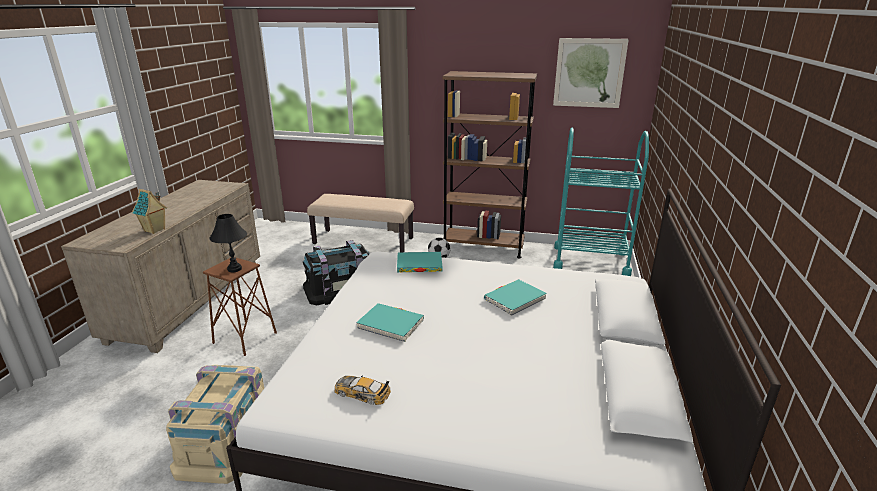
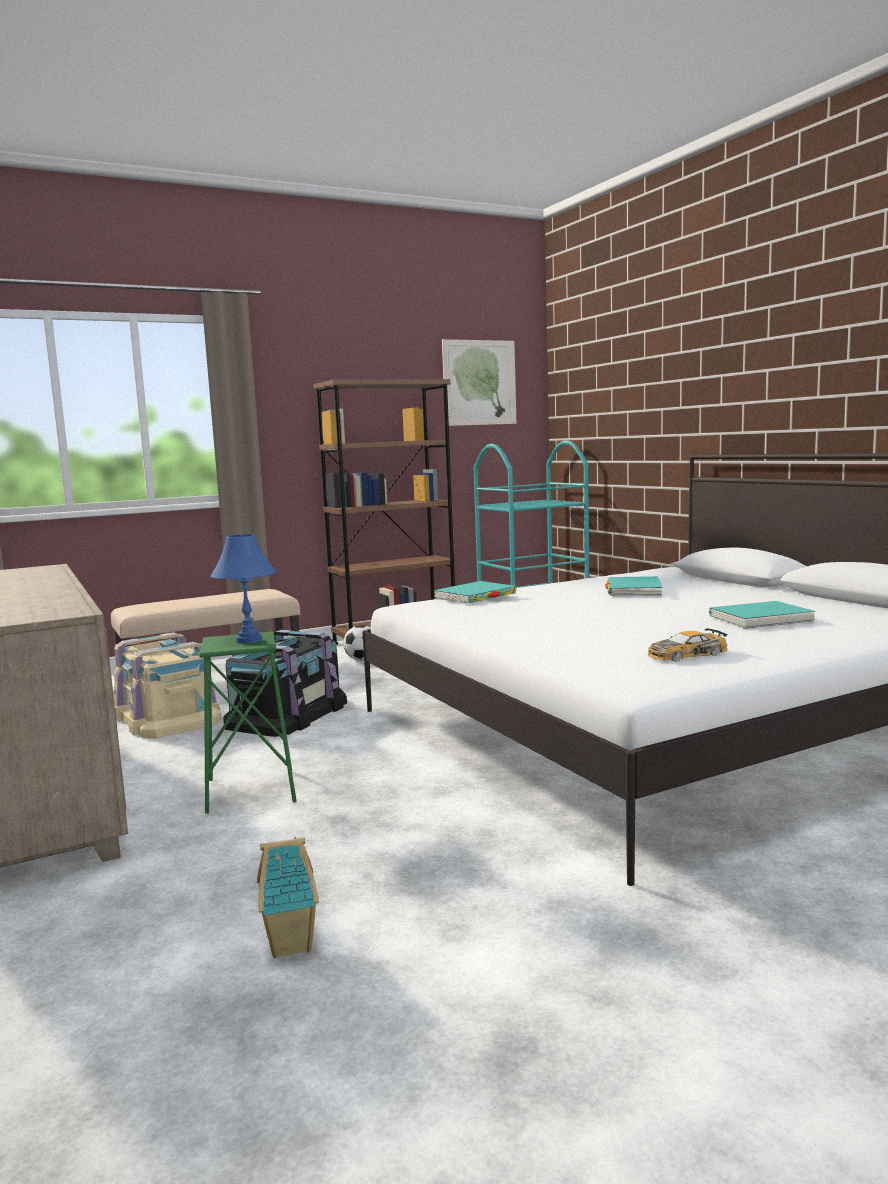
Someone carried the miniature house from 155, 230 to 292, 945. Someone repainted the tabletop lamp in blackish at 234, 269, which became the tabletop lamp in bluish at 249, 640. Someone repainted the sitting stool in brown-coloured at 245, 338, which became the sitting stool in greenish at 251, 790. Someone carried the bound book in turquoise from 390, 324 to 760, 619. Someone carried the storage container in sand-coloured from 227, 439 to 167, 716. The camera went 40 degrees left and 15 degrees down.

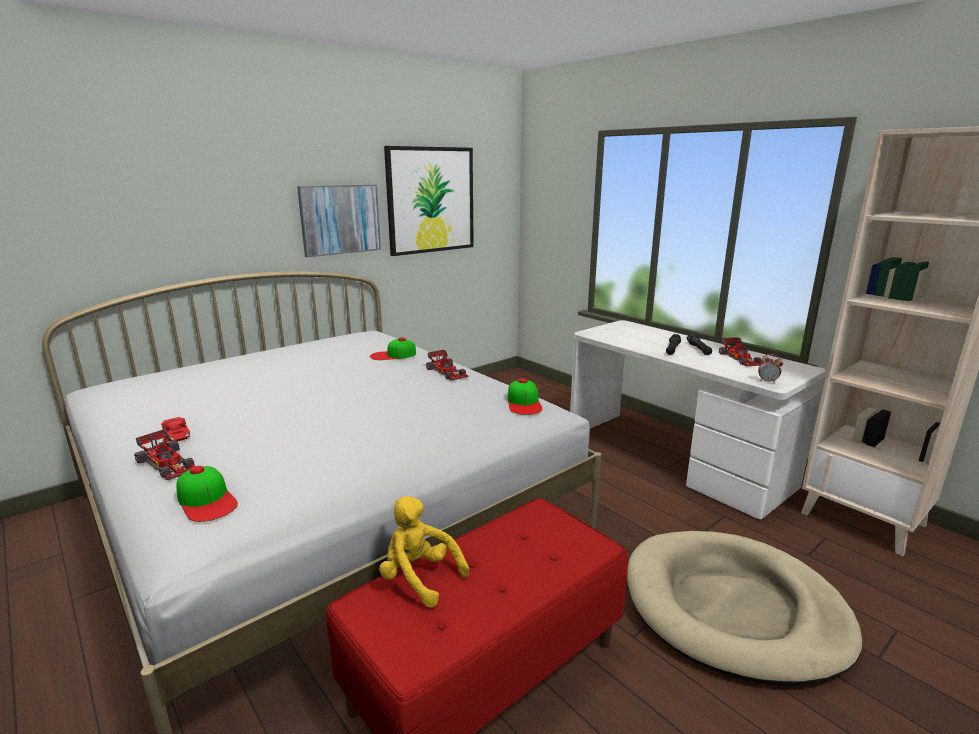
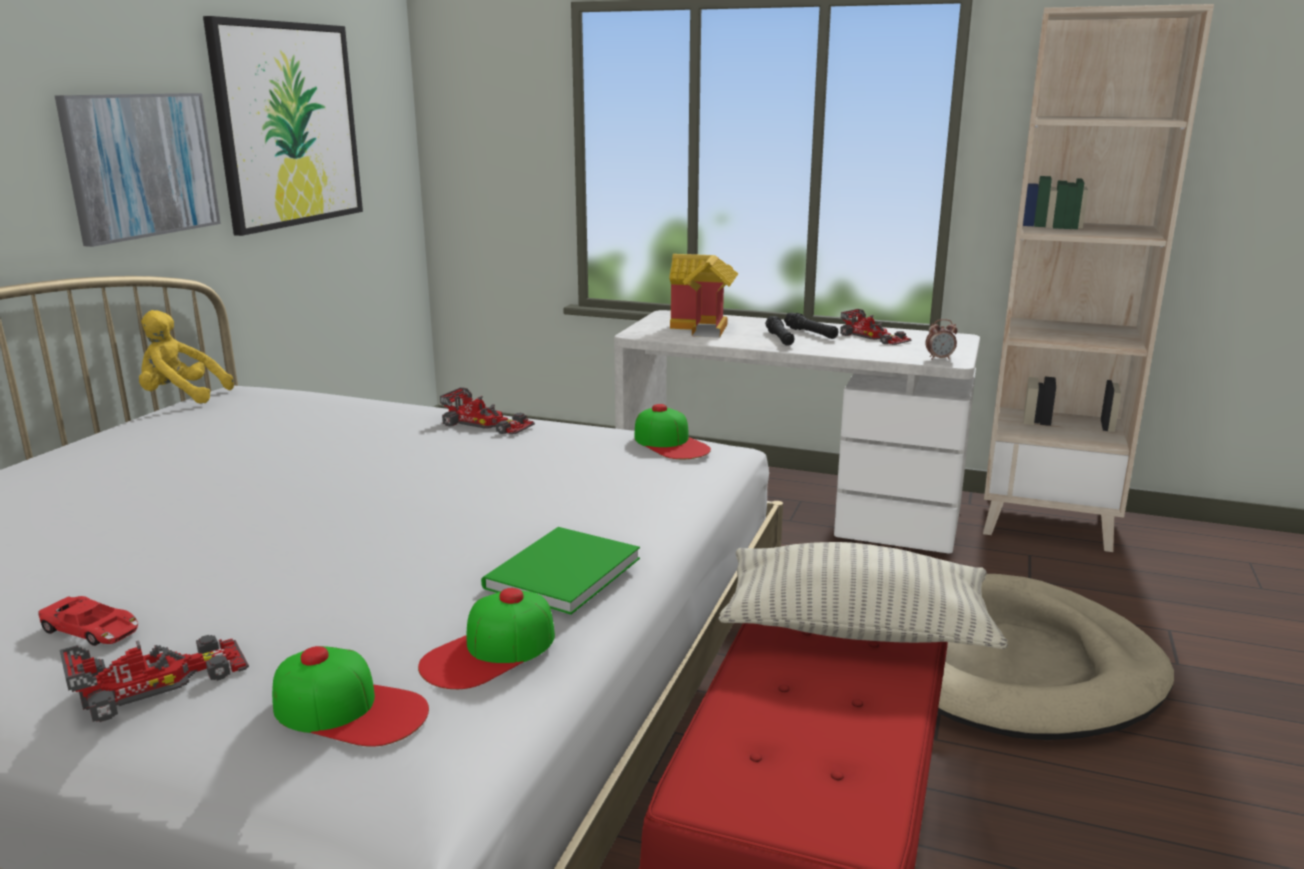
Someone carried the baseball cap from 393, 355 to 490, 651. Someone rotated the model car at 168, 463 by 45 degrees counterclockwise. Someone carried the cuddly toy in yellow-coloured from 419, 578 to 181, 397. Someone put down the miniature house at 705, 329. Someone put down the bound book in greenish at 557, 574. Someone put down the throw pillow at 856, 629. The camera went 30 degrees left and 0 degrees up.

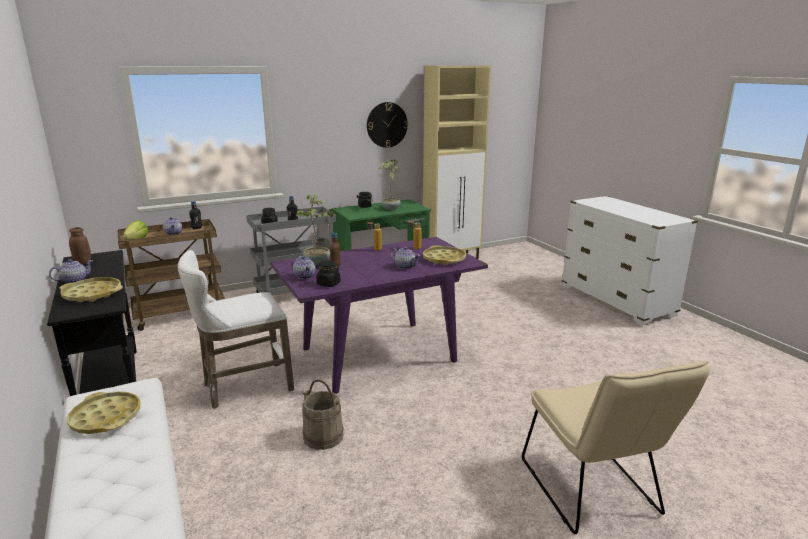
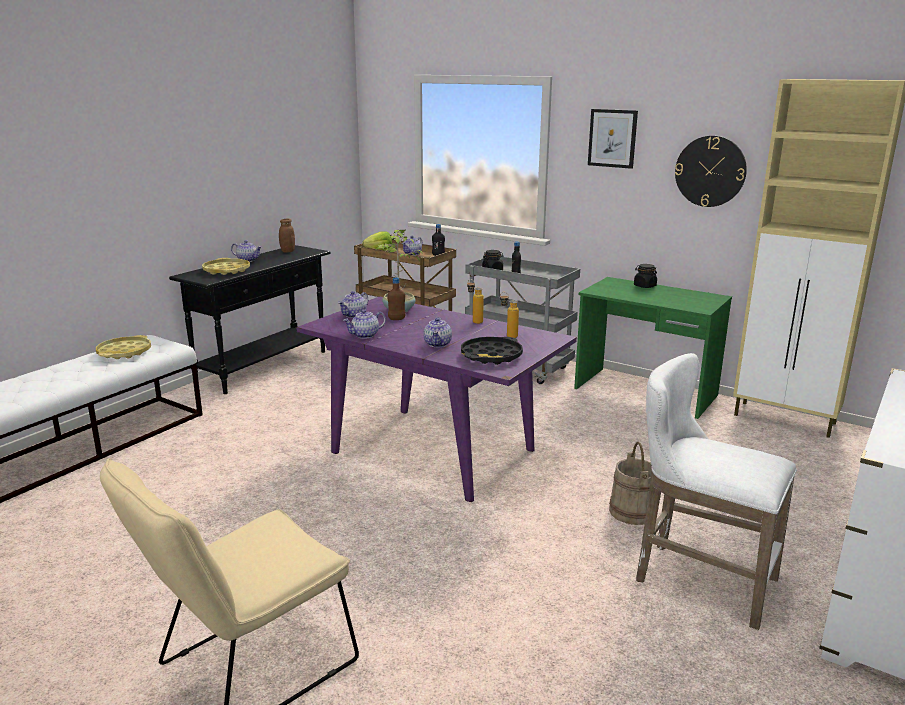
Someone took away the potted plant at 390, 208. Someone repainted the serving tray in yellow-coloured at 444, 259, which became the serving tray in blackish at 491, 356. Someone carried the sitting stool in whitish from 243, 387 to 697, 579. Someone took away the storage jar in blackish at 328, 284. Someone carried the pail in sand-coloured from 323, 436 to 632, 511. Someone put up the wall picture at 612, 138. Someone put down the pot for tea at 365, 335. The camera went 60 degrees right and 0 degrees up.

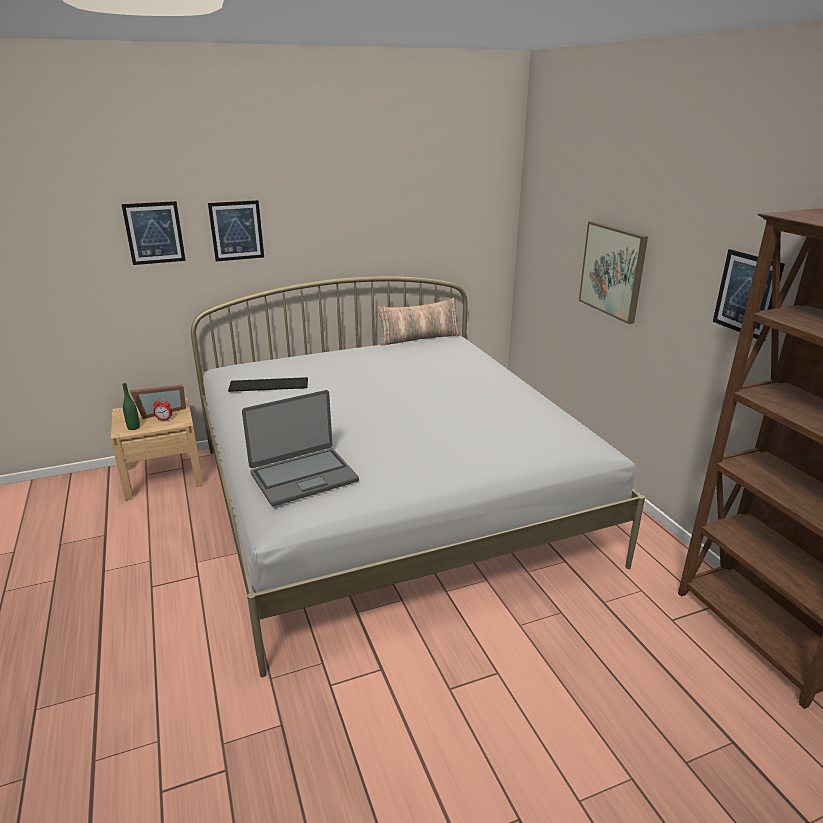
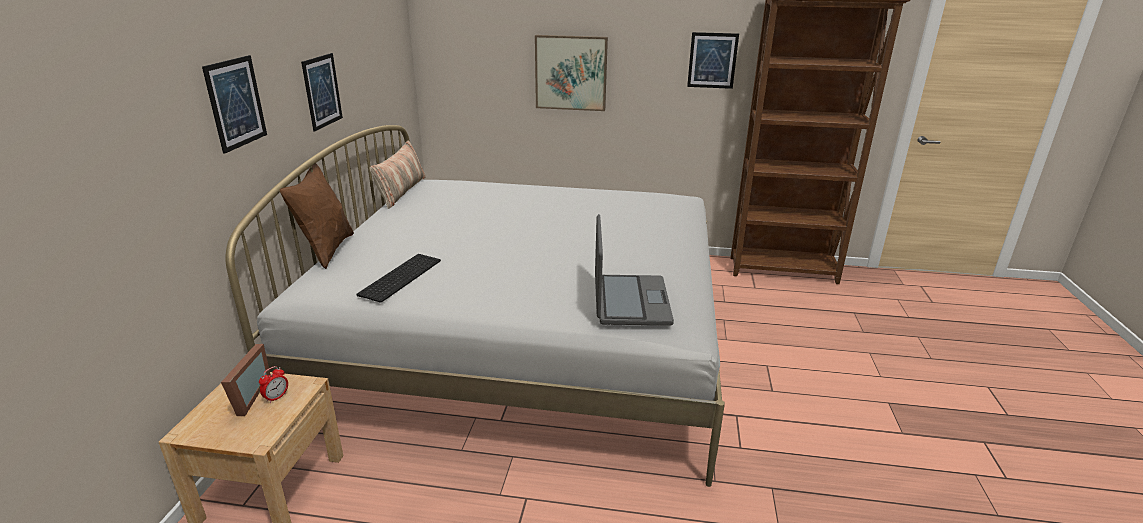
Someone carried the wall picture from 154, 233 to 322, 91. Someone took away the drink bottle in greenish at 133, 427. Someone put down the throw pillow in brown-coloured at 326, 250. The camera went 60 degrees left and 0 degrees up.

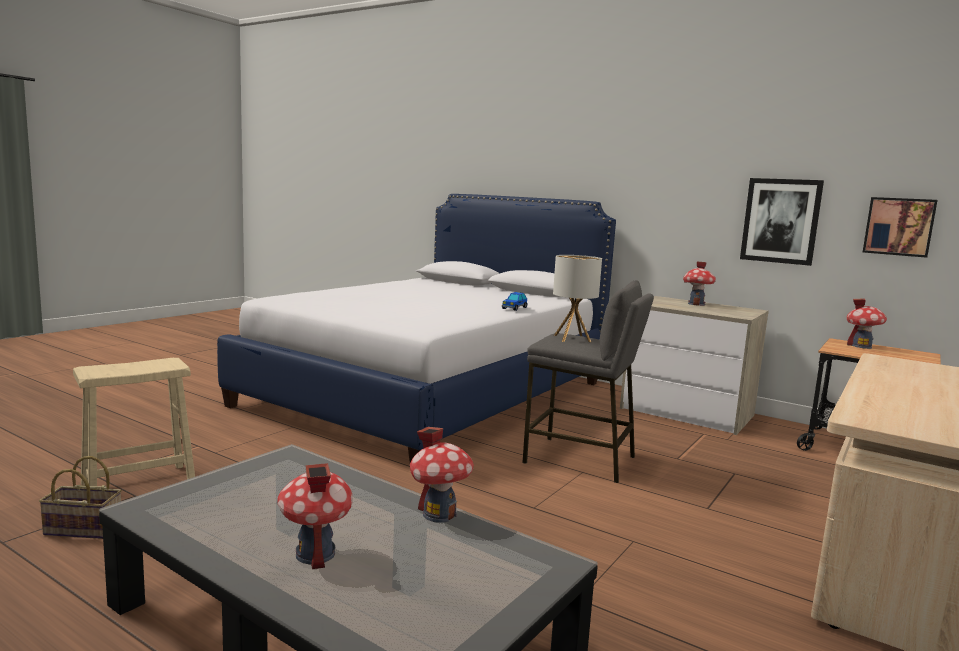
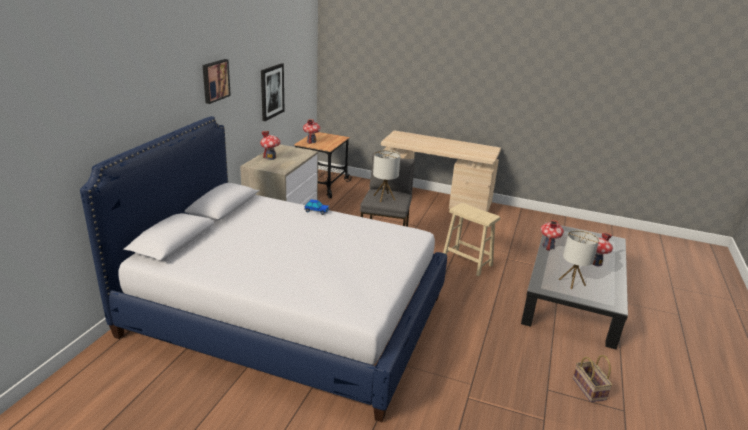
Someone carried the wall picture from 899, 226 to 215, 80. Someone carried the sitting stool in sand-coloured from 138, 484 to 466, 262. Someone put down the tabletop lamp at 572, 282. The camera went 105 degrees left and 15 degrees up.

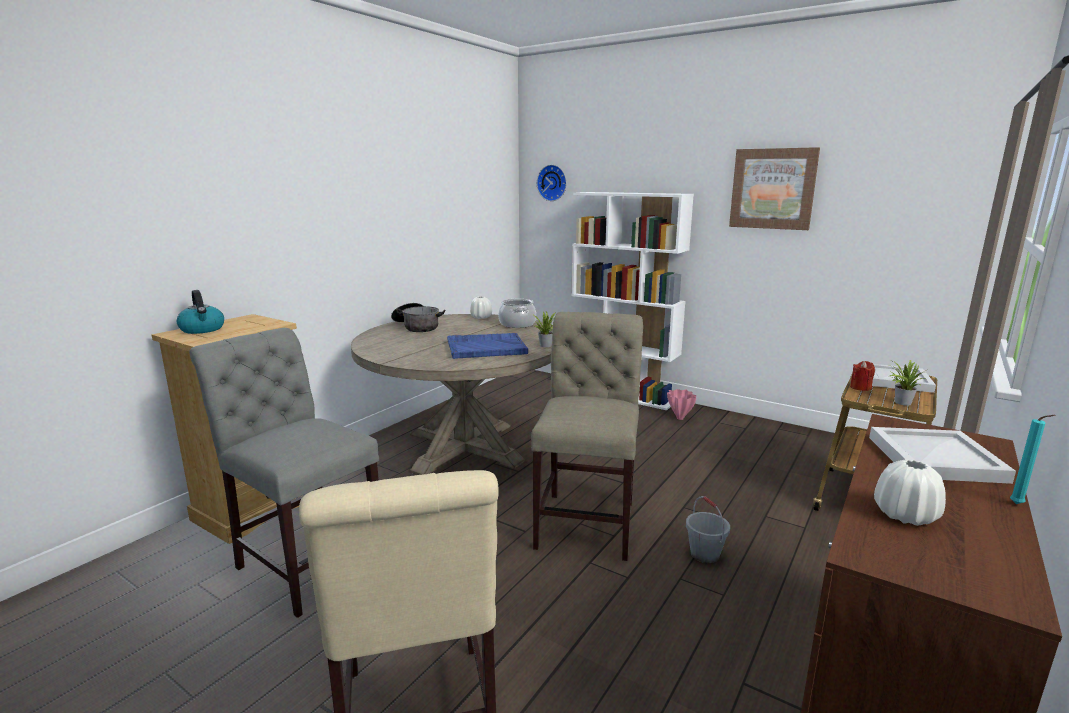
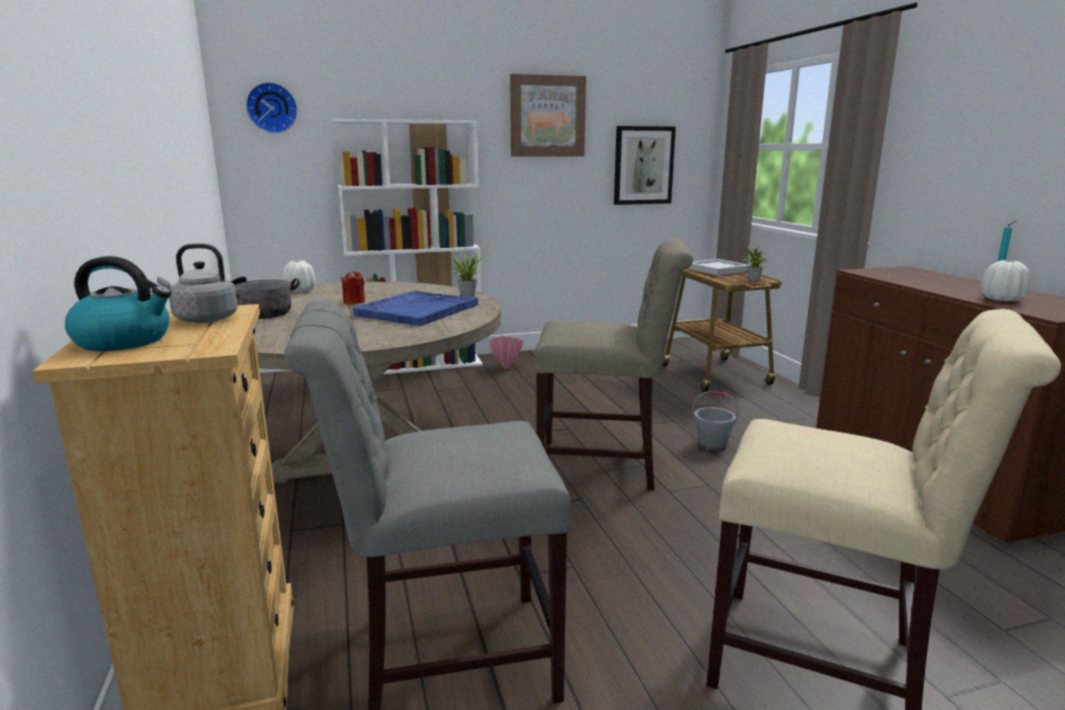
Someone took away the stockpot at 517, 324. Someone rotated the plain chair in sand-coloured at 588, 520 by 135 degrees clockwise. Someone carried the wax light in reddish from 860, 387 to 354, 302. Someone took away the serving tray in whitish at 932, 458. Someone put up the wall picture at 643, 165. Someone put down the water kettle in grey at 203, 319. The camera went 50 degrees left and 0 degrees up.

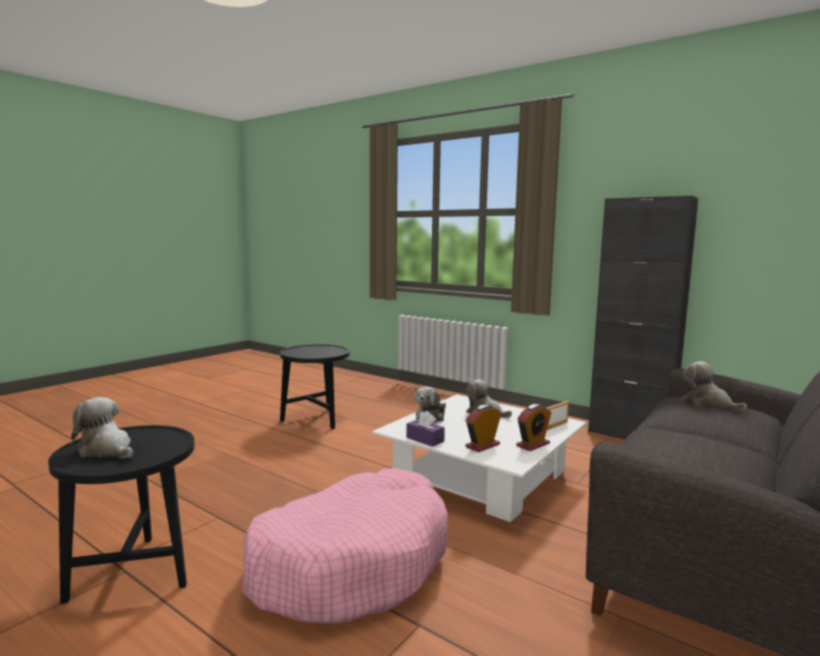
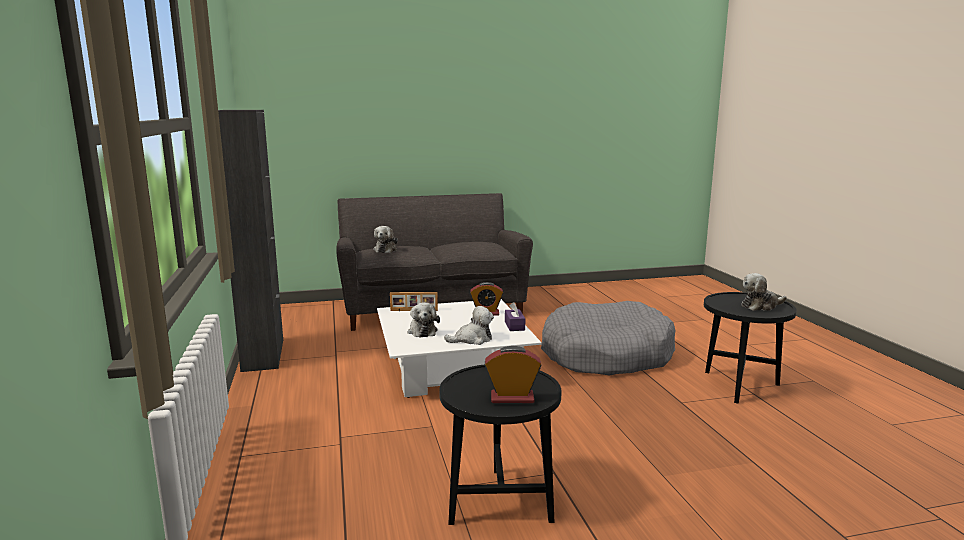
Someone rotated the cuddly toy at 107, 450 by 90 degrees clockwise. Someone carried the bedside clock from 533, 444 to 512, 398. Someone repainted the pet bed in pink at 351, 563, which became the pet bed in grey at 605, 355. The camera went 140 degrees left and 5 degrees up.

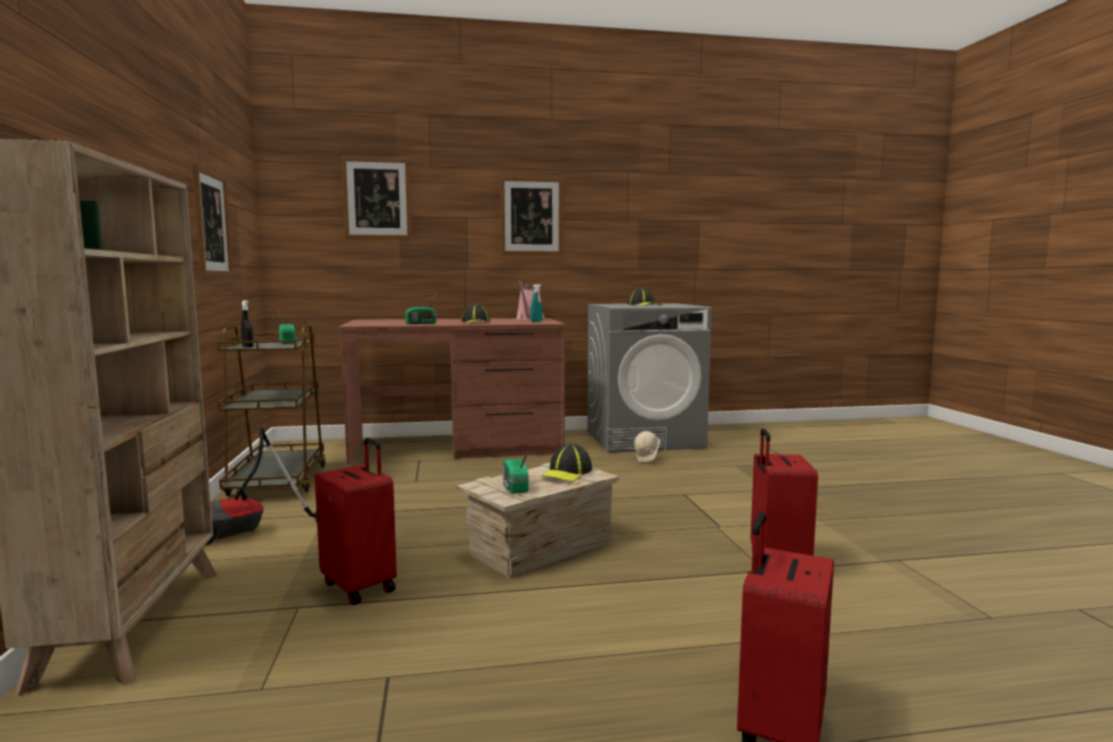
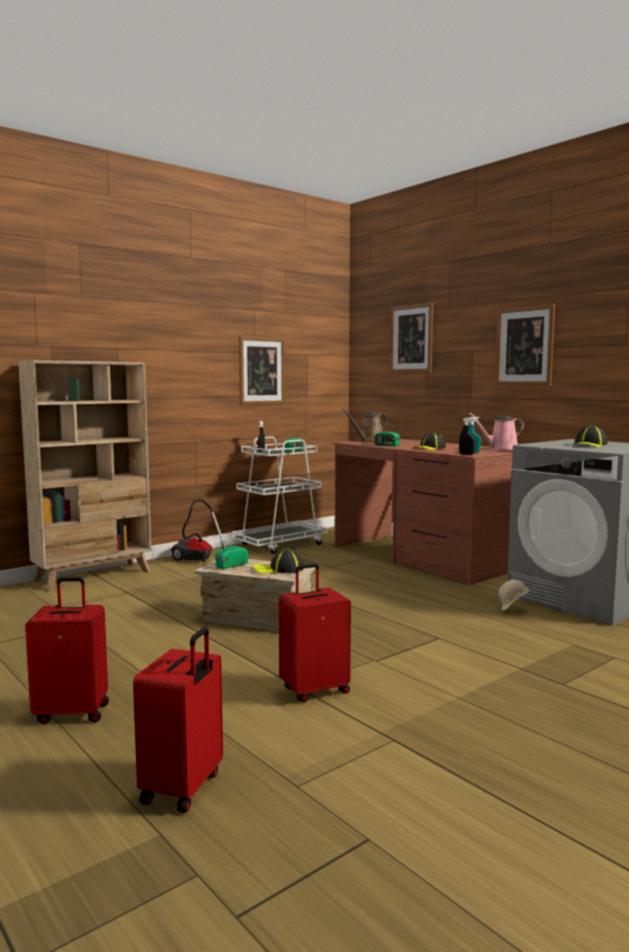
Someone repainted the trolley in brown-coloured at 278, 481, which became the trolley in whitish at 280, 545. Someone carried the suitcase in reddish from 361, 586 to 184, 788. Someone put down the watering can in brown-coloured at 369, 441. Someone put down the spray bottle in blackish at 466, 454. The camera went 60 degrees right and 0 degrees up.

